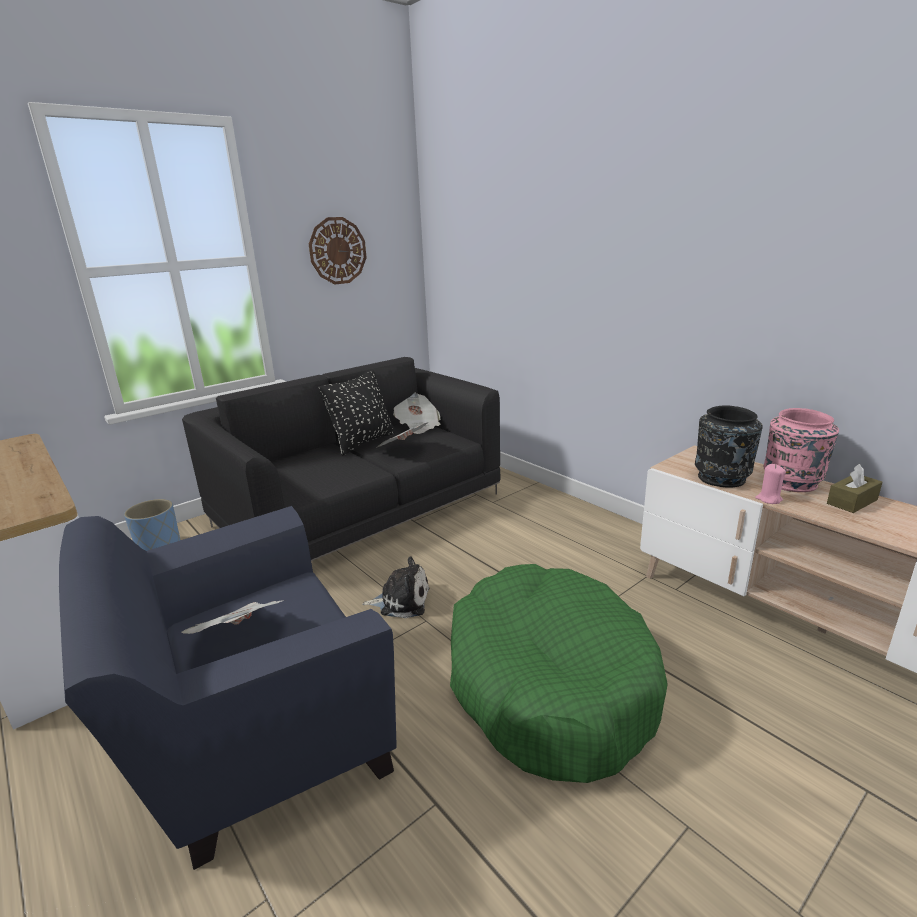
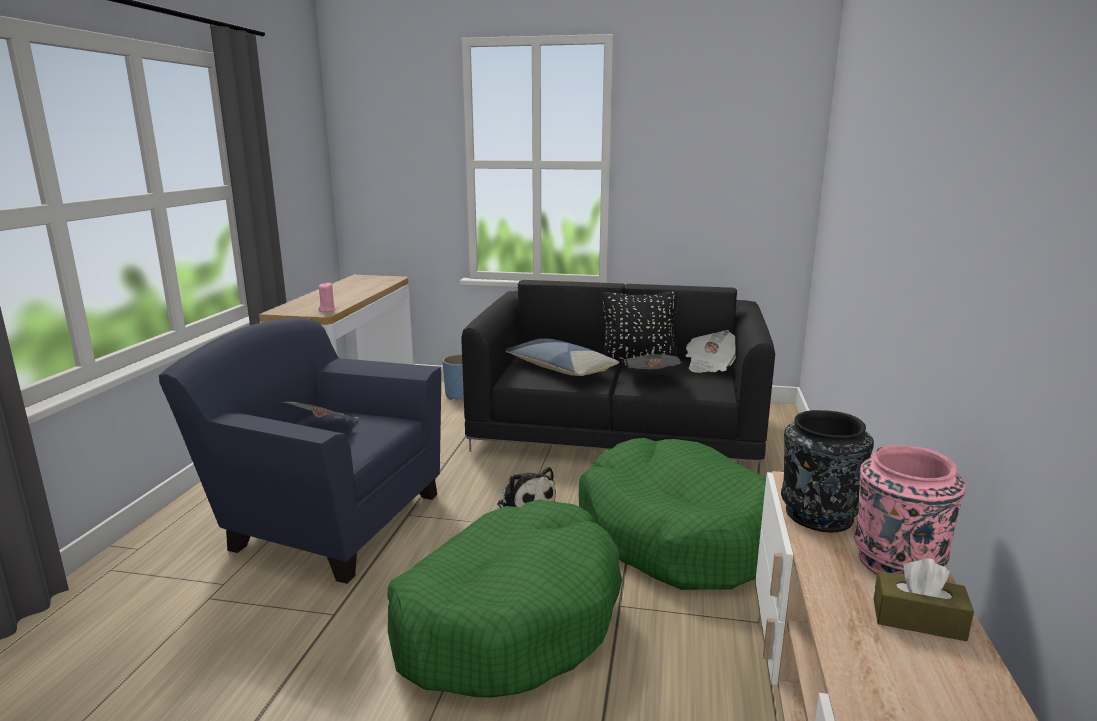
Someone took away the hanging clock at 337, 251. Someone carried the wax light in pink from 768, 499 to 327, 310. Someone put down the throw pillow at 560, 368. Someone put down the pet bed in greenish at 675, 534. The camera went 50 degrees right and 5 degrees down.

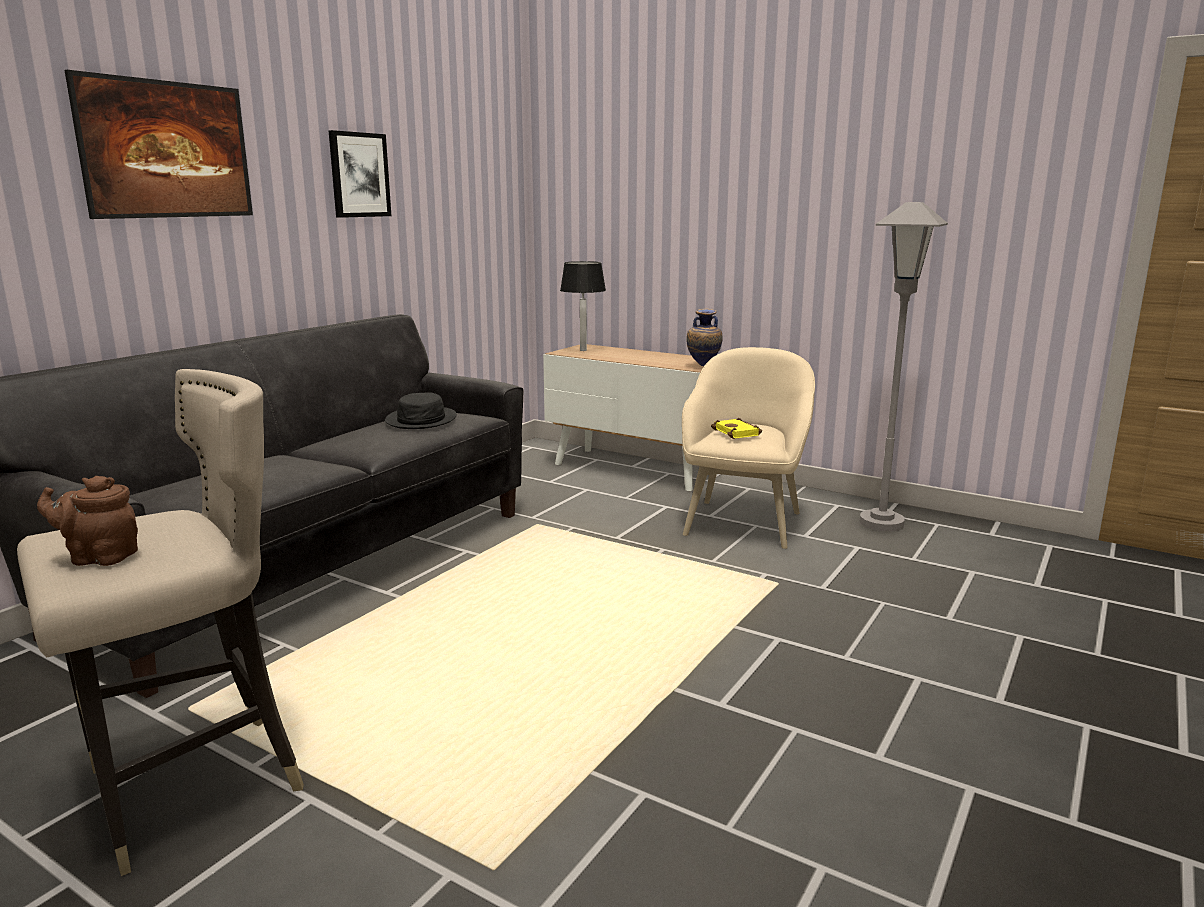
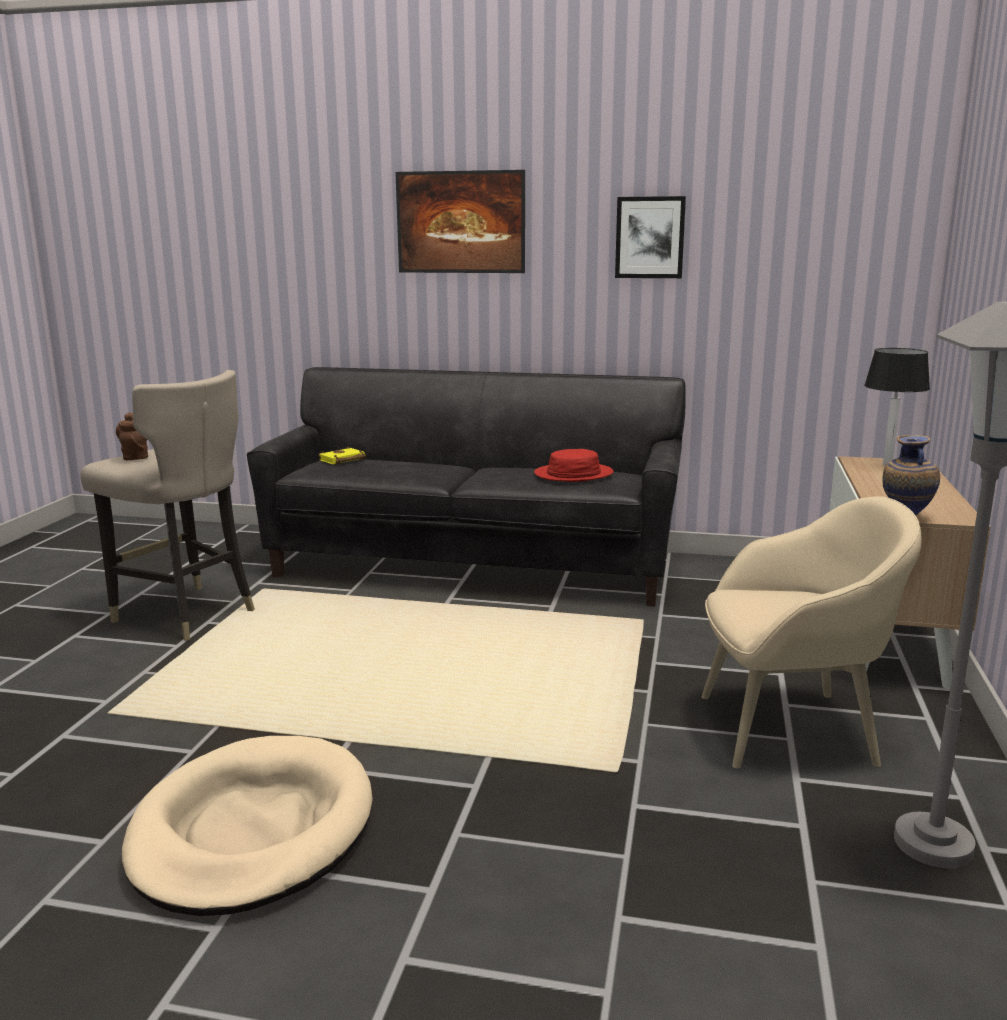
Someone repainted the hat in blackish at 421, 420, which became the hat in reddish at 573, 474. Someone carried the bound book in yellow-coloured from 738, 433 to 342, 460. Someone put down the pet bed in sand-coloured at 252, 831. The camera went 70 degrees right and 0 degrees up.

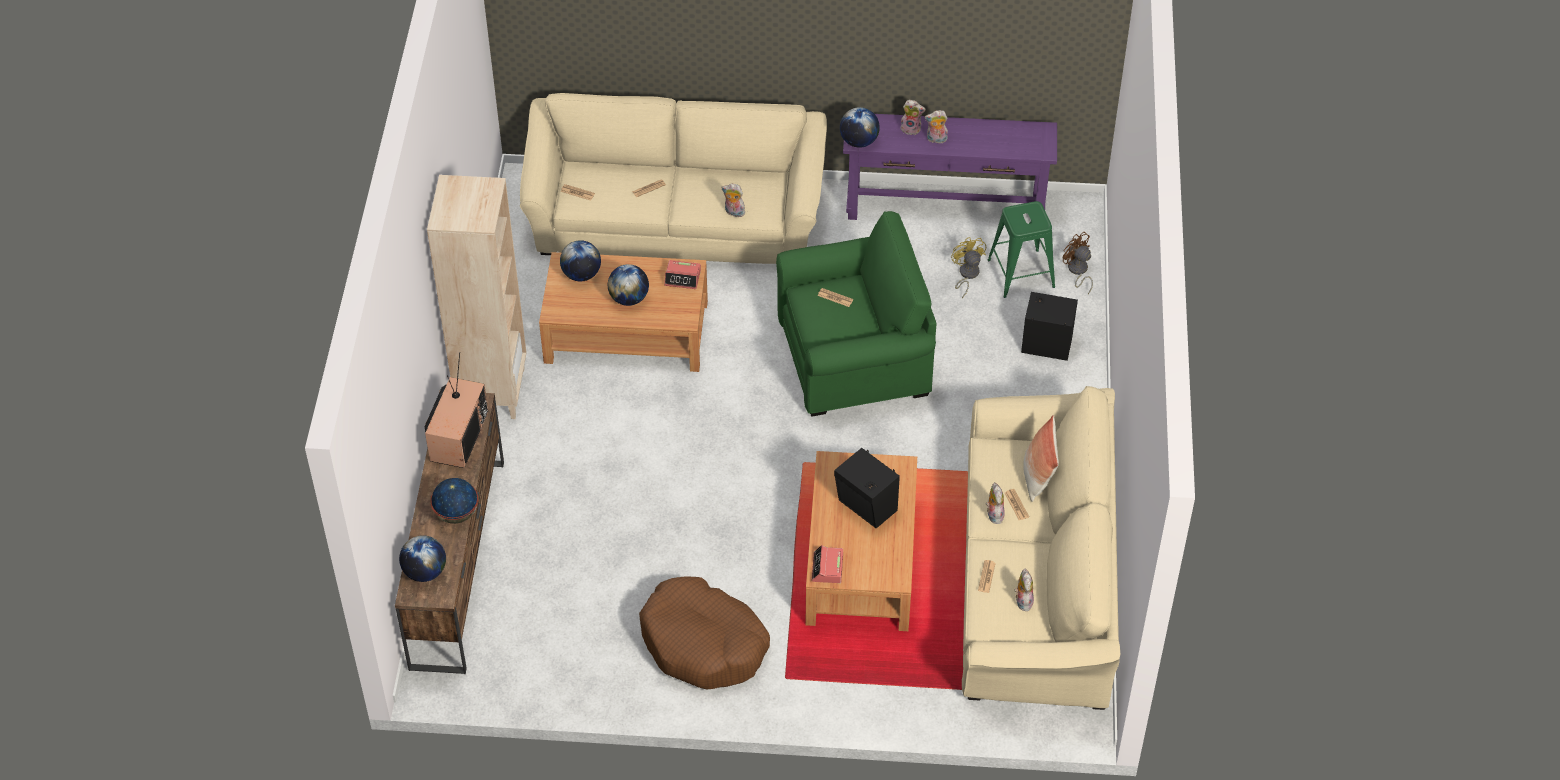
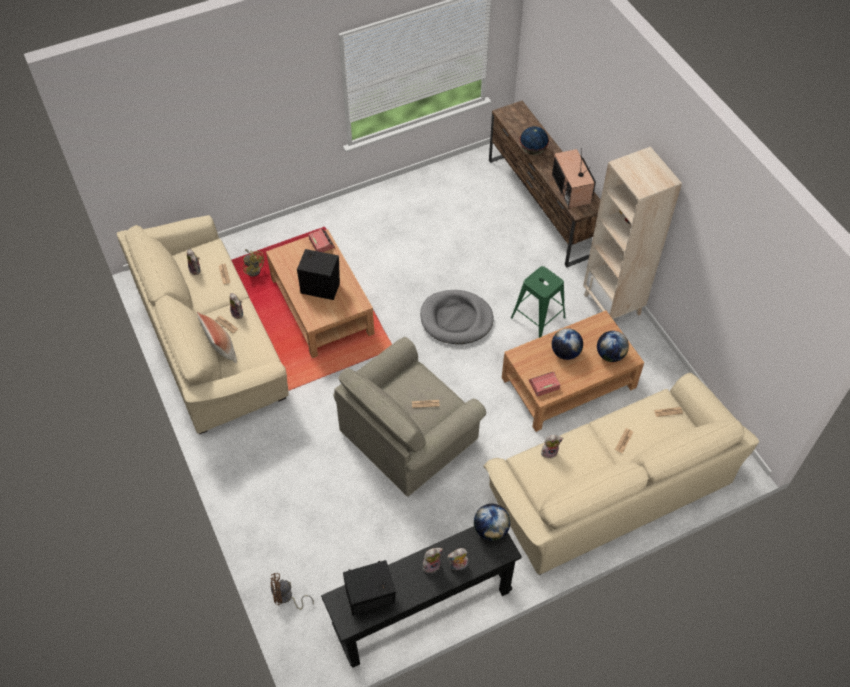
Someone repainted the narrow table in purplish at 945, 206, which became the narrow table in blackish at 422, 609. Someone carried the sitting stool in greenish from 1021, 273 to 537, 317. Someone repainted the lounge chair in greenish at 853, 359, which became the lounge chair in sand-coloured at 408, 436. Someone rotated the electric fan in brown-coloured at 1077, 271 by 150 degrees clockwise. Someone carried the electric fan in yellow-coloured from 967, 275 to 254, 268. Someone carried the audio speaker in blackish from 1046, 343 to 371, 599. Someone took away the globe at 425, 572. Someone took away the pet bed in brown-coloured at 703, 643. Someone put down the pet bed in grey at 456, 319. The camera went 150 degrees right and 5 degrees up.

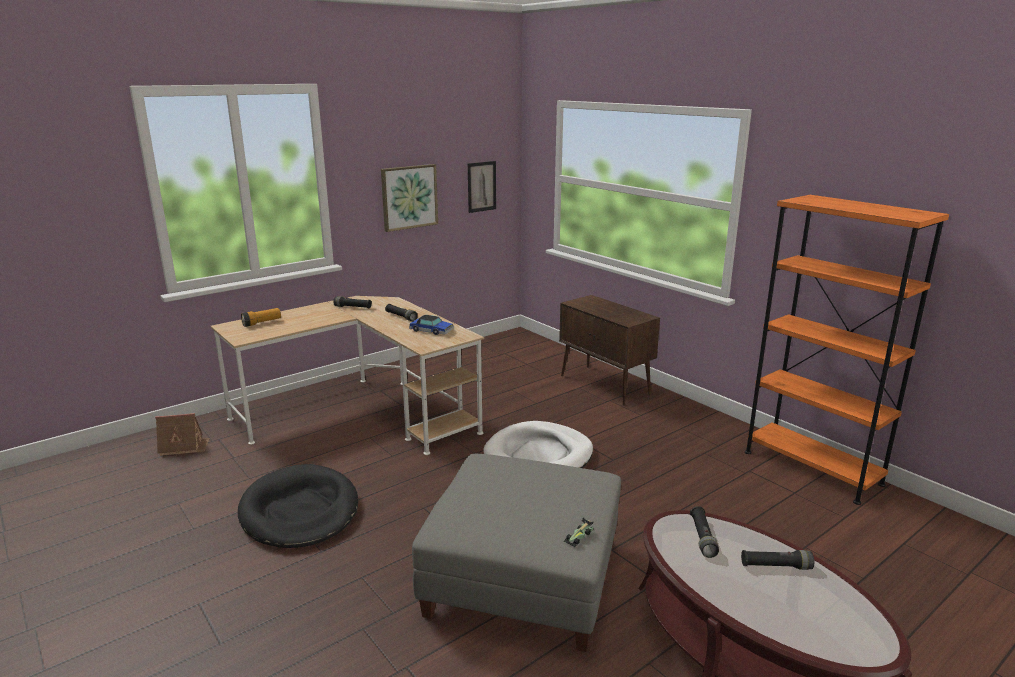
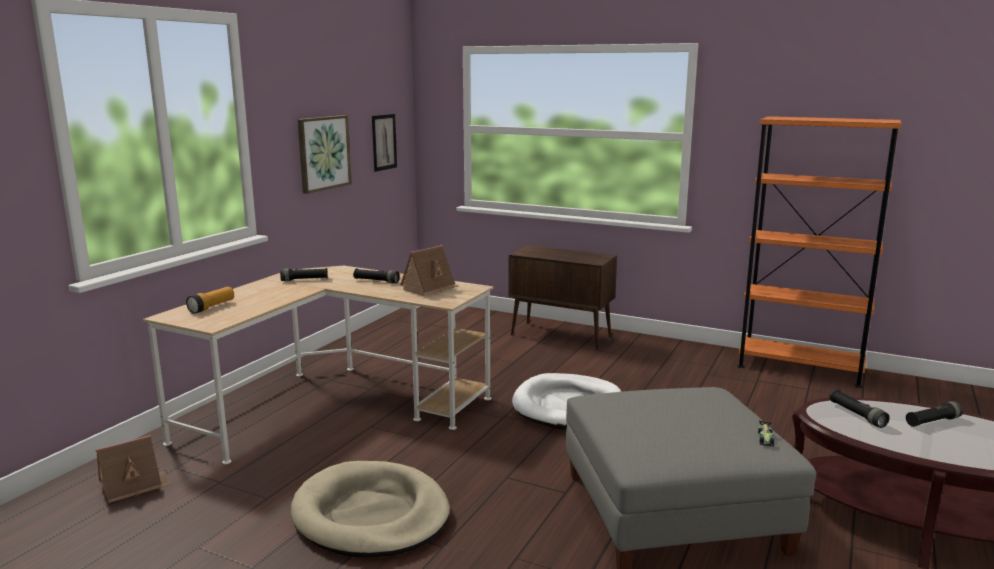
Someone swapped the model car at 431, 330 for the miniature house at 430, 288. Someone repainted the pet bed in blackish at 300, 511, which became the pet bed in sand-coloured at 371, 515. The camera went 25 degrees left and 5 degrees down.

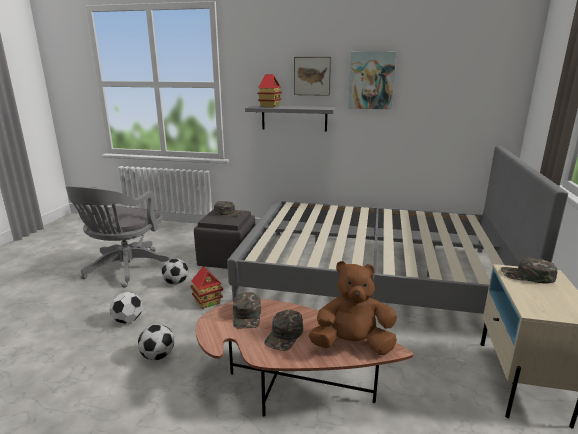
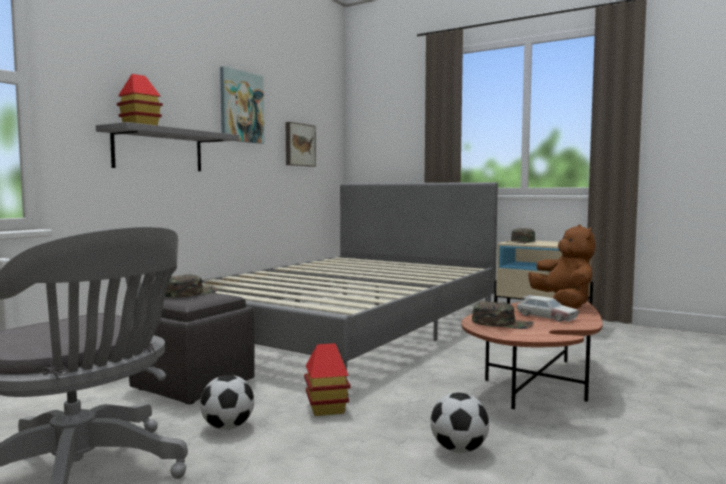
Someone carried the wall picture from 312, 76 to 299, 145. Someone rotated the cuddly toy in brown-coloured at 352, 345 by 150 degrees clockwise. Someone took away the football ball at 128, 320. Someone swapped the baseball cap in greenish at 284, 335 for the model car at 546, 316. The camera went 70 degrees left and 15 degrees down.

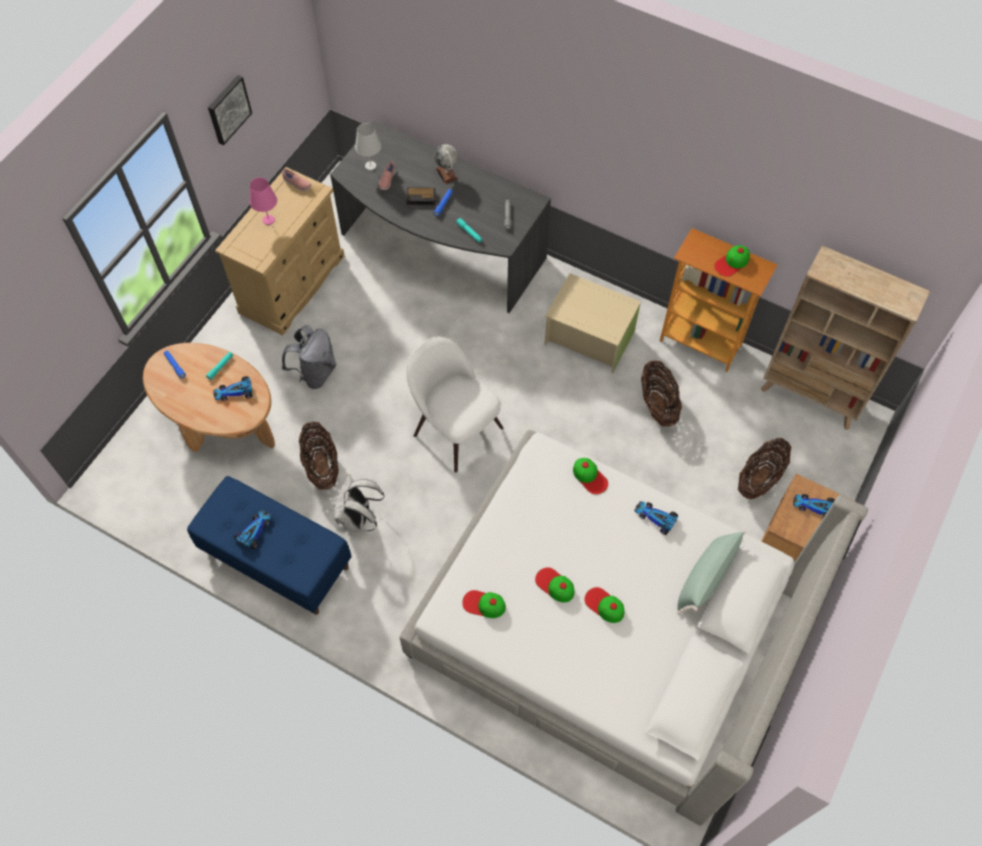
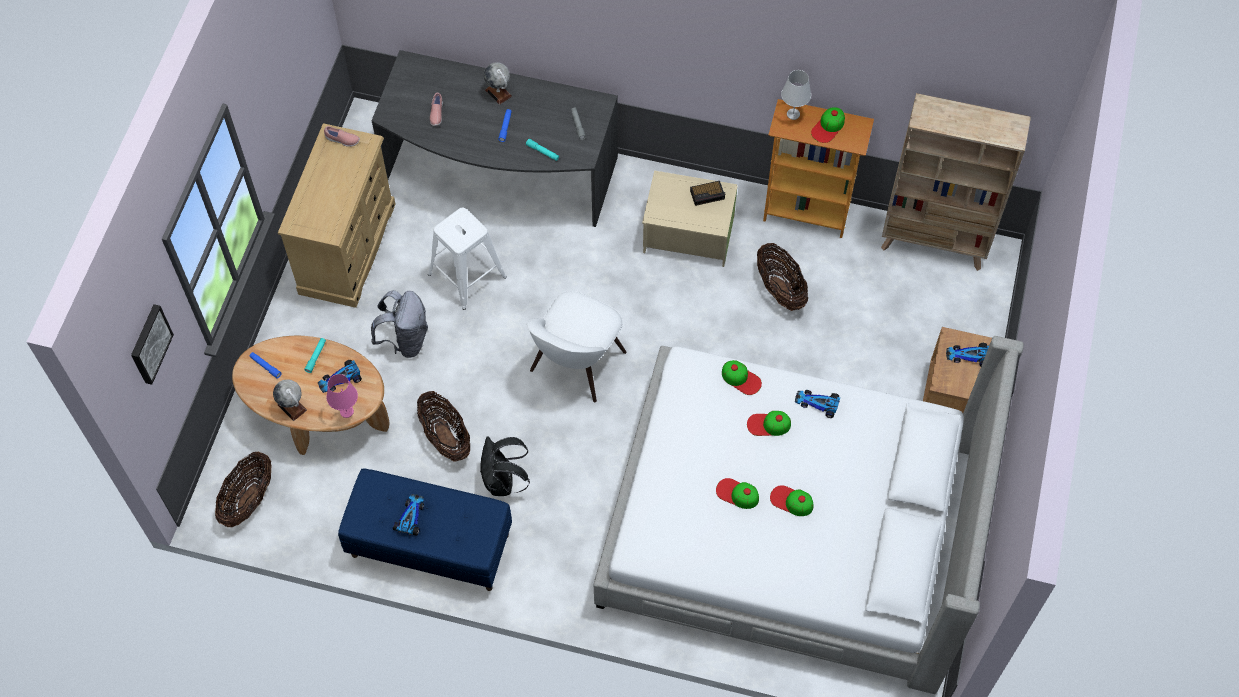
Someone carried the wall picture from 228, 109 to 149, 343. Someone carried the tabletop lamp in whitish from 370, 166 to 793, 114. Someone carried the tabletop lamp in pink from 268, 220 to 346, 411. Someone carried the bedside clock from 422, 198 to 708, 194. Someone rotated the plain chair in whitish at 455, 429 by 90 degrees counterclockwise. Someone carried the household basket from 759, 478 to 248, 500. Someone repainted the rucksack in whitish at 359, 518, which became the rucksack in blackish at 503, 482. Someone took away the throw pillow in greenish at 705, 578. Someone carried the baseball cap from 484, 604 to 768, 425. Someone put down the sitting stool in whitish at 466, 275. Someone put down the globe at 292, 407. The camera went 15 degrees left and 0 degrees up.

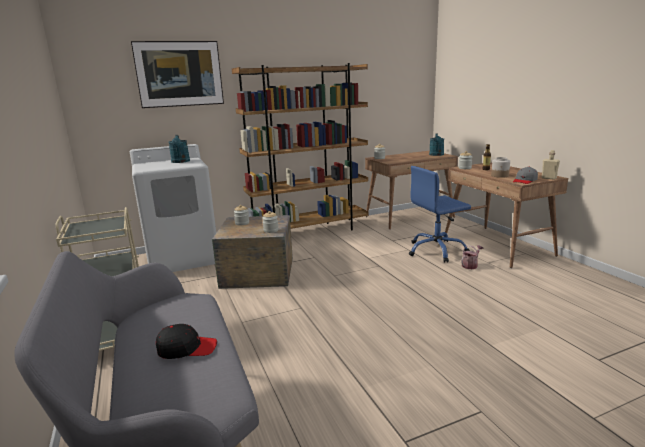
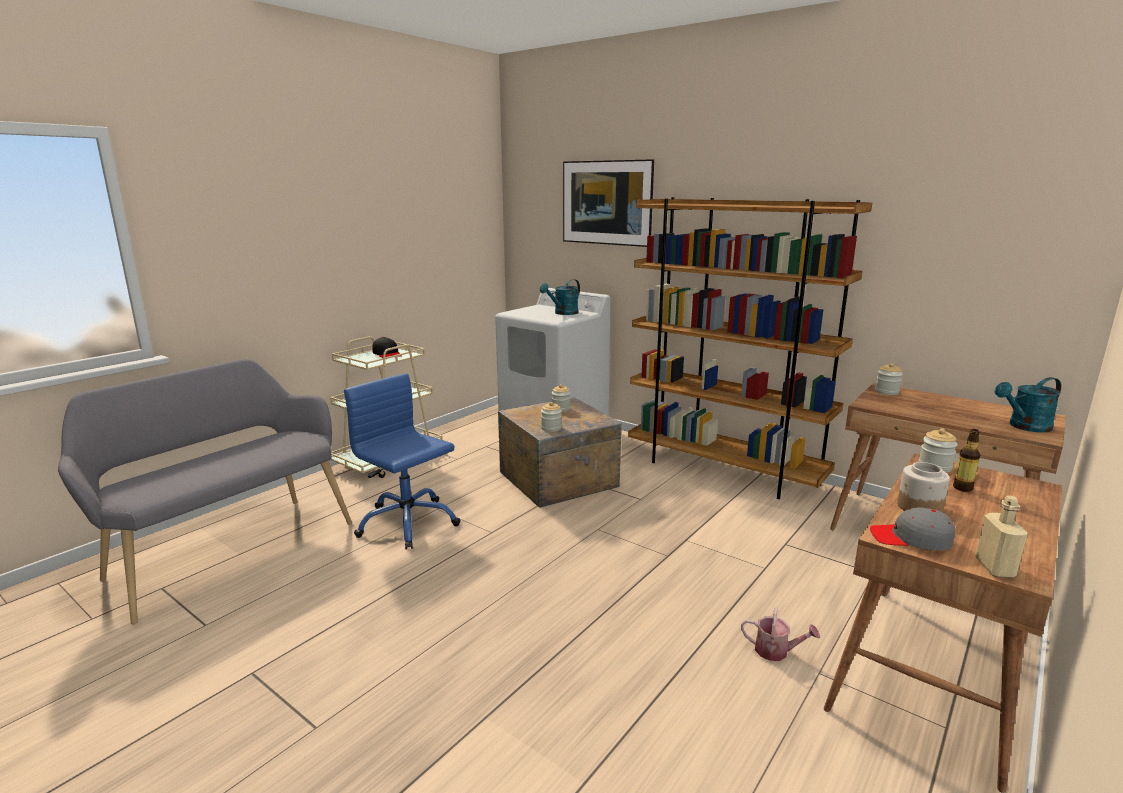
Someone carried the desk chair in bluish from 436, 250 to 407, 523. Someone carried the baseball cap in blackish from 187, 348 to 387, 354. The camera went 60 degrees right and 0 degrees up.

